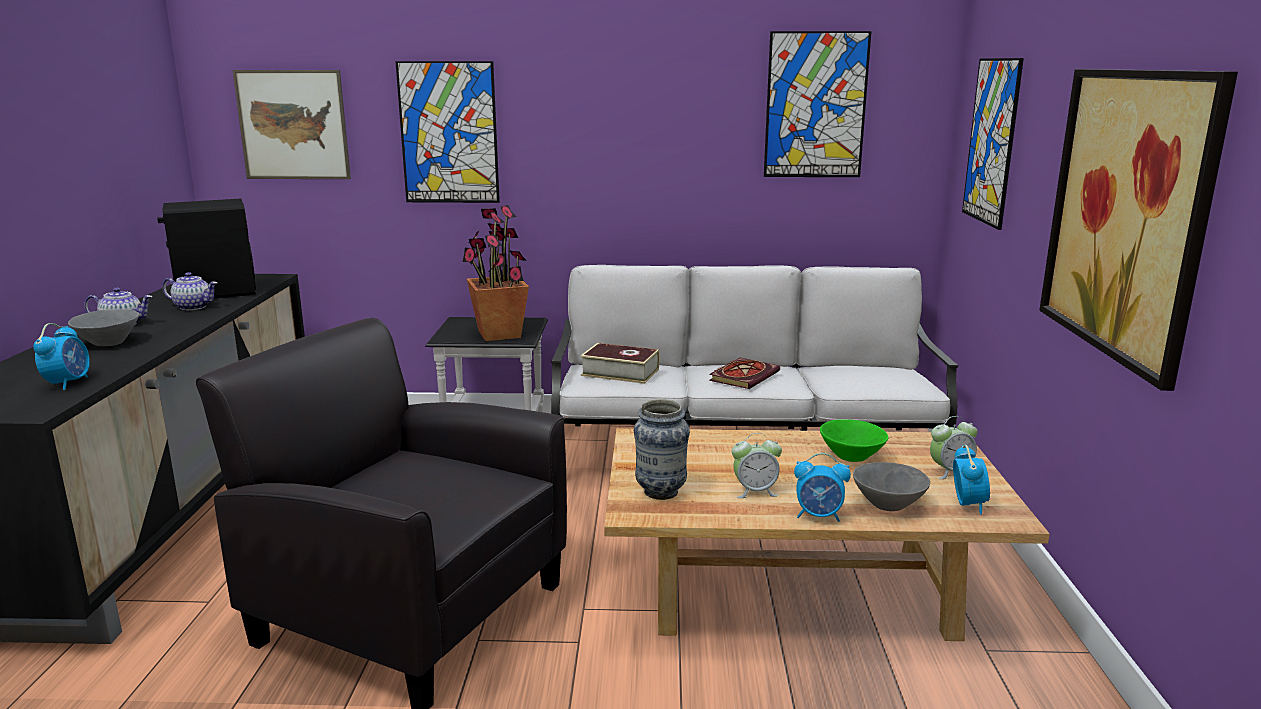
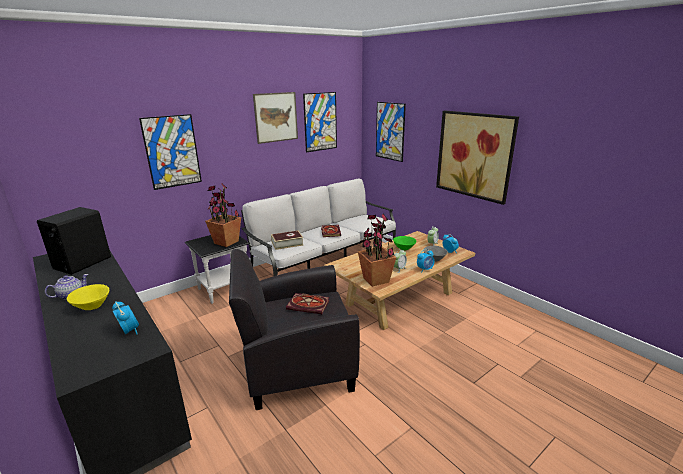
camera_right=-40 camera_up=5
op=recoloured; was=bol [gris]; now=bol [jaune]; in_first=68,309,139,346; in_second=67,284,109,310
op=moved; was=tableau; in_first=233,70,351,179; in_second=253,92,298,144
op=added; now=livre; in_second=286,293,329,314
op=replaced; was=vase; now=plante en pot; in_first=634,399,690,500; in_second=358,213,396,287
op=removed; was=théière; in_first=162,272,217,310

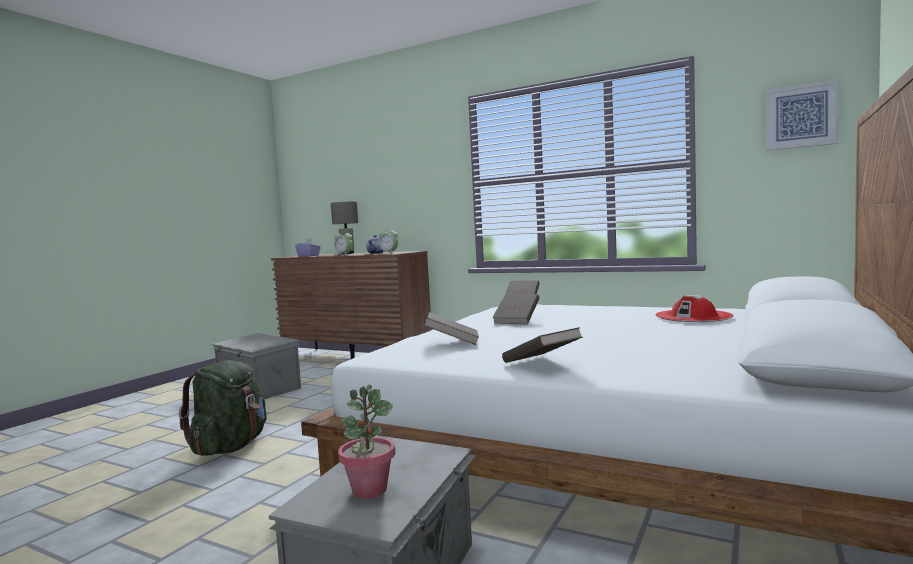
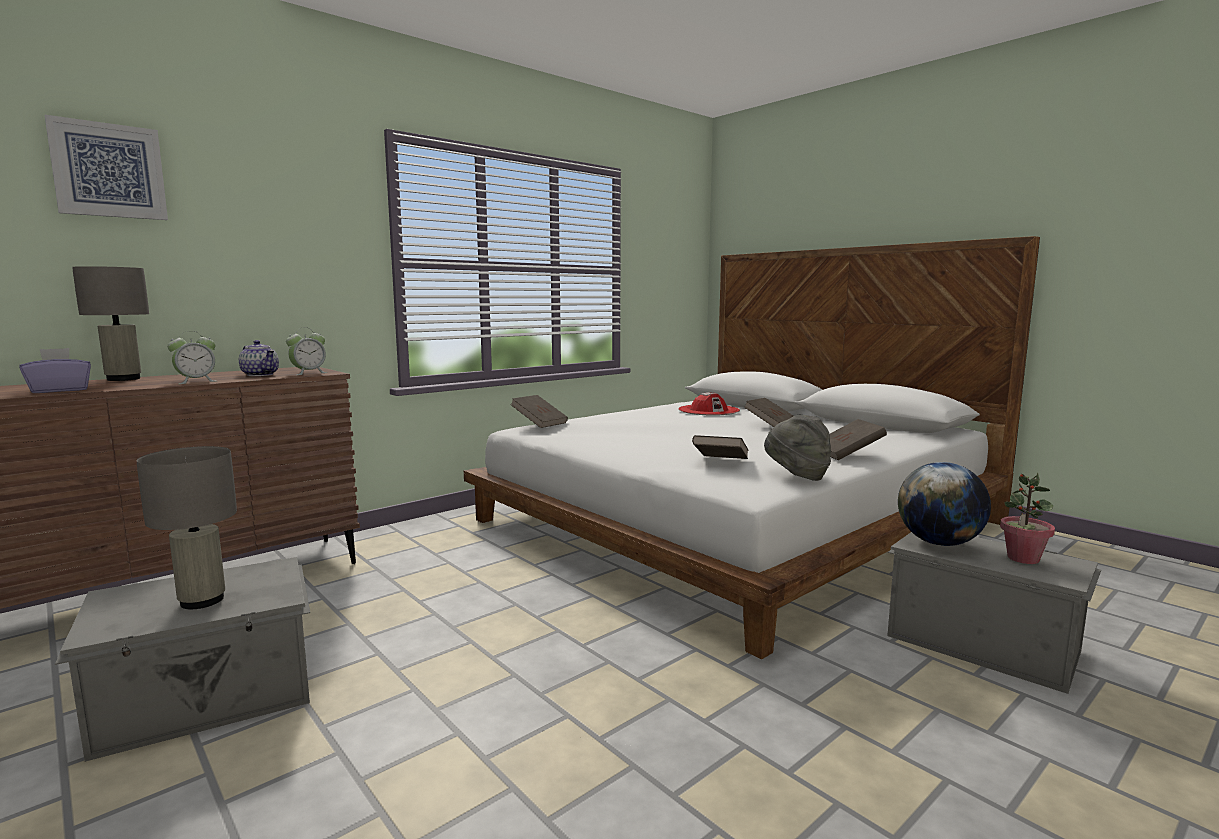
camera_right=-70 camera_up=5
op=moved; was=tableau; in_first=767,79,838,151; in_second=45,115,168,220
op=added; now=lampe de table [gris]; in_second=137,446,237,609
op=moved; was=livre [marron]; in_first=492,294,539,324; in_second=744,398,793,427
op=added; now=chapeau [gris]; in_second=764,415,831,481
op=added; now=globe; in_second=898,462,991,546
op=removed; was=sac à dos [vert]; in_first=179,360,267,456

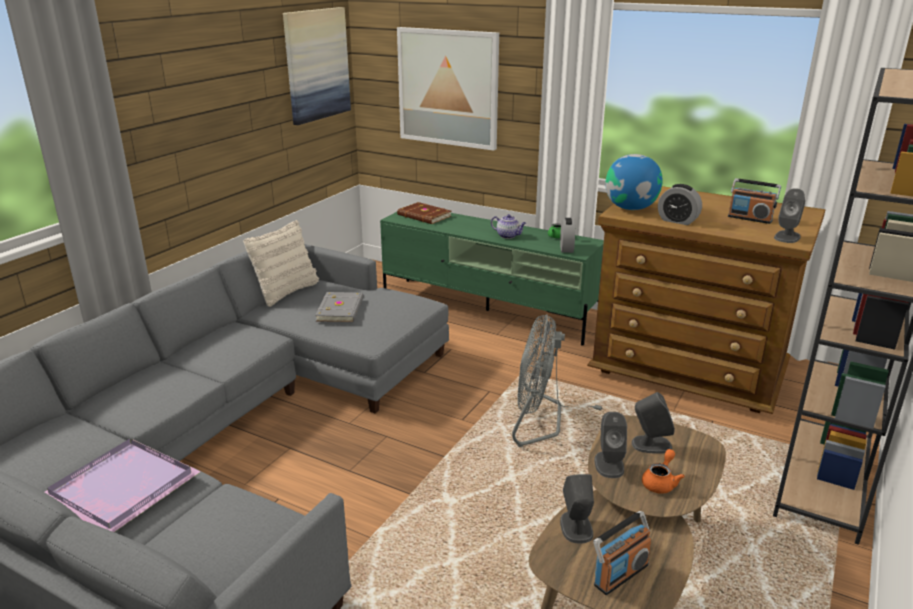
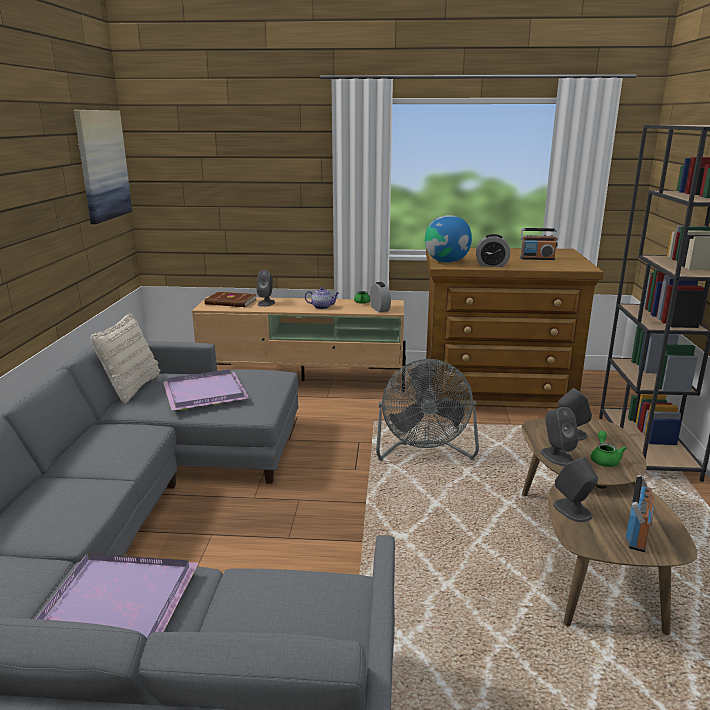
camera_right=-25 camera_up=-5
op=replaced; was=livre [gris]; now=plateau [violet]; in_first=315,292,364,323; in_second=163,369,249,410
op=recoloured; was=meuble télé [vert]; now=meuble télé [beige]; in_first=380,212,604,346; in_second=192,296,406,392
op=moved; was=enceinte [gris]; in_first=774,188,805,243; in_second=256,270,275,307
op=turned; was=ventilateur [gris]; in_first=512,314,604,447; in_second=376,359,479,461; clockwise=-75
op=recoloured; was=théière [orange]; now=théière [vert]; in_first=642,449,685,494; in_second=591,431,627,467
op=removed; was=tableau; in_first=397,27,499,151

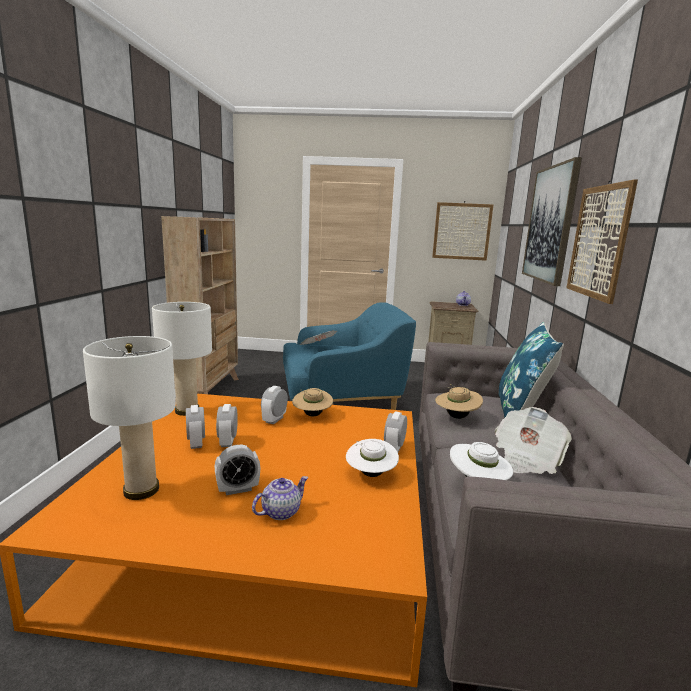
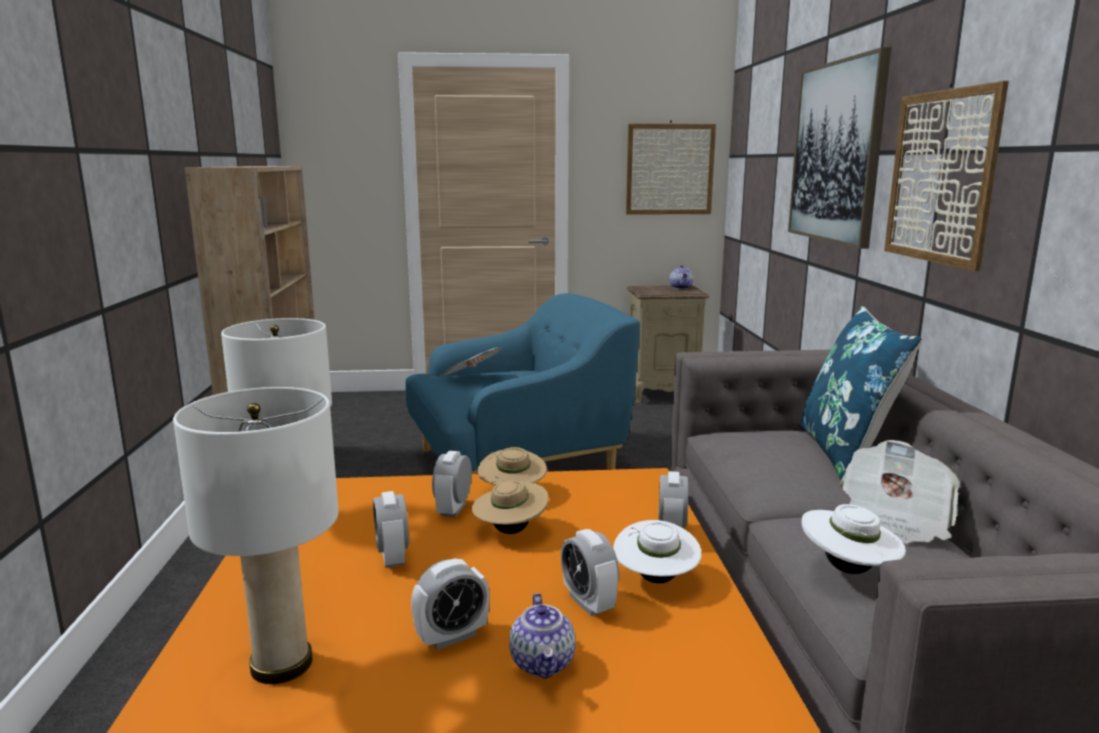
camera_right=-10 camera_up=0
op=moved; was=chapeau [beige]; in_first=435,384,483,419; in_second=472,477,549,534
op=turned; was=théière; in_first=252,476,308,520; in_second=509,593,576,679; clockwise=135
op=moved; was=réveil; in_first=186,405,205,449; in_second=561,529,619,616

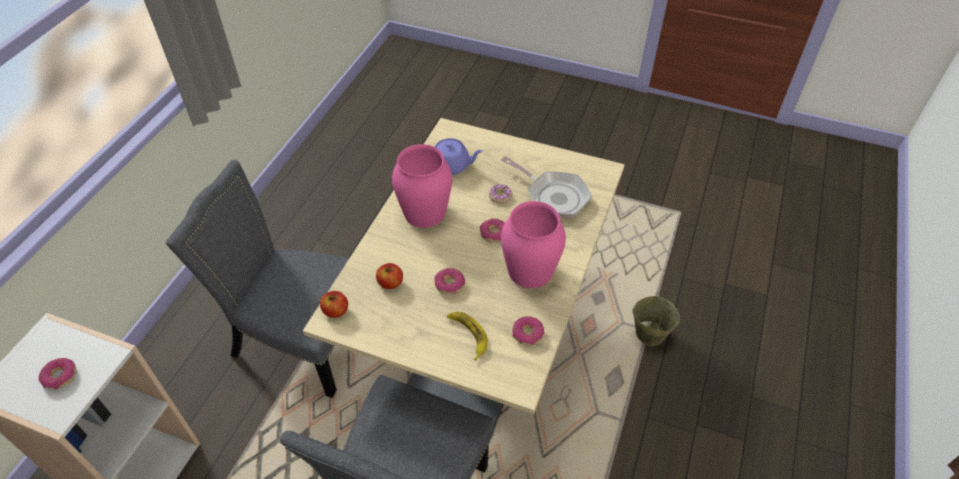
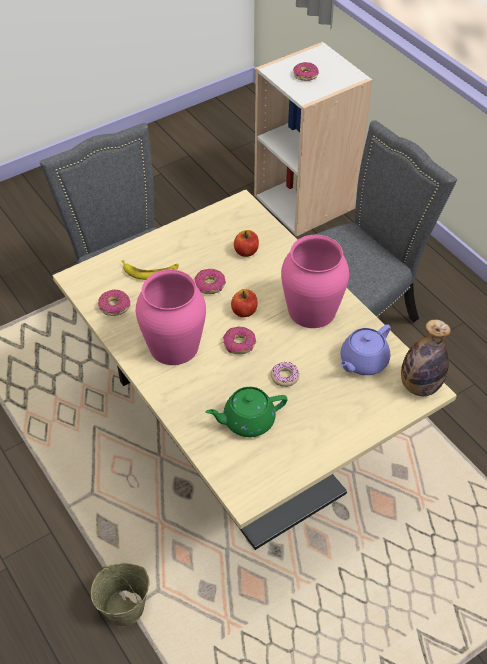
camera_right=125 camera_up=0
op=replaced; was=poêle; now=théière [vert]; in_first=501,156,592,218; in_second=206,387,287,437
op=moved; was=pomme; in_first=320,291,348,318; in_second=231,289,258,317
op=added; now=bouteille; in_second=401,319,451,396

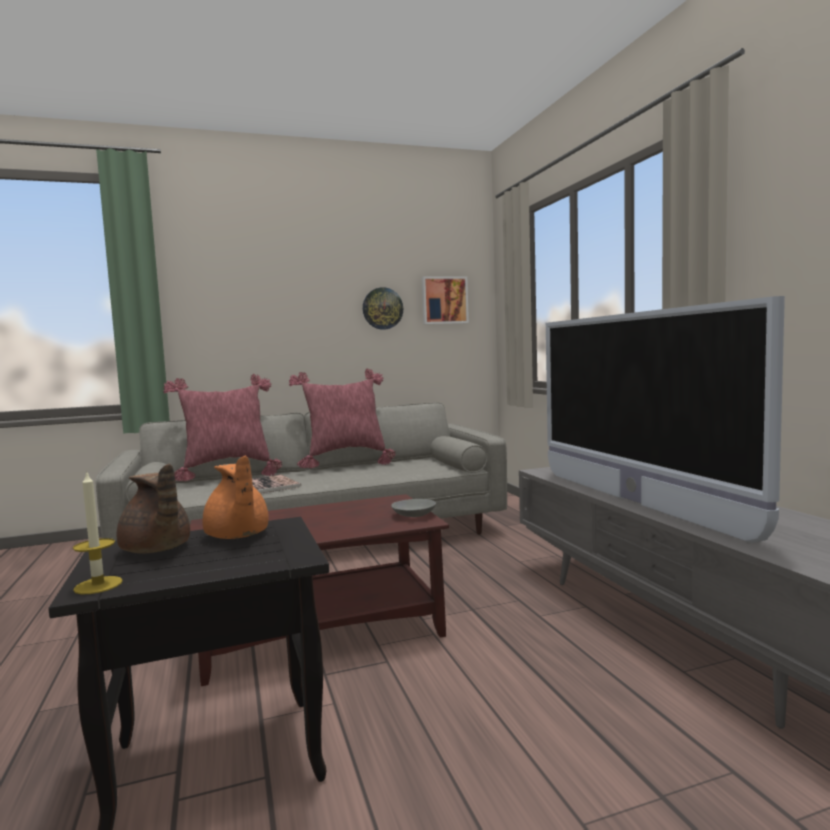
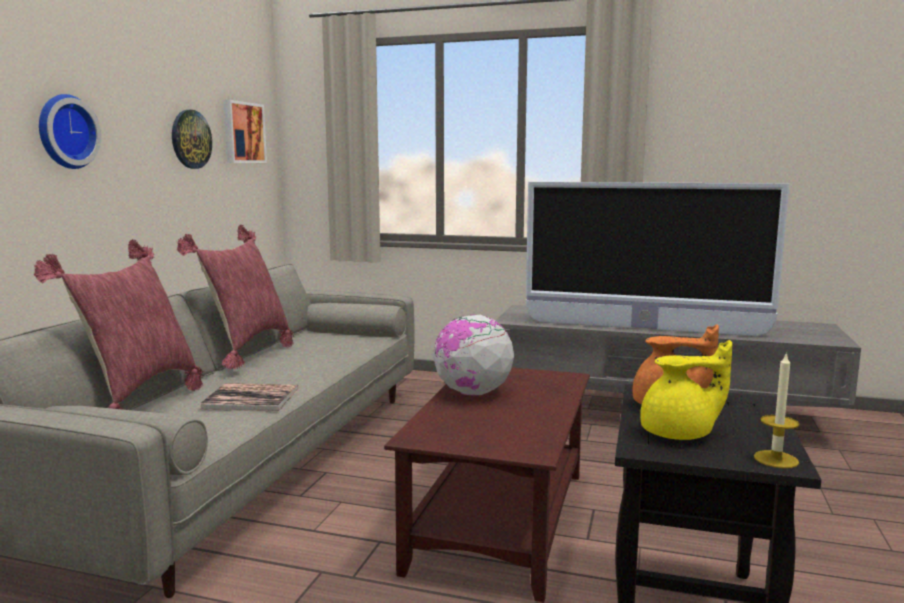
camera_right=-55 camera_up=5
op=added; now=horloge murale; in_second=39,94,101,169
op=added; now=globe; in_second=433,315,514,396
op=recoloured; was=théière [marron]; now=théière [jaune]; in_first=117,464,190,553; in_second=640,340,732,440
op=removed; was=bol [gris]; in_first=391,499,436,517

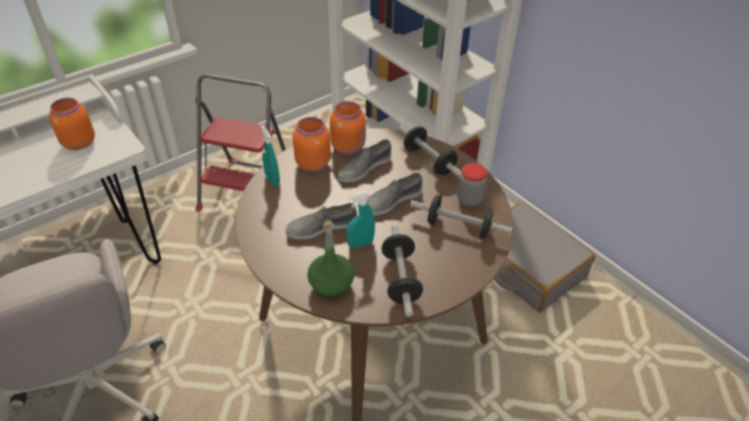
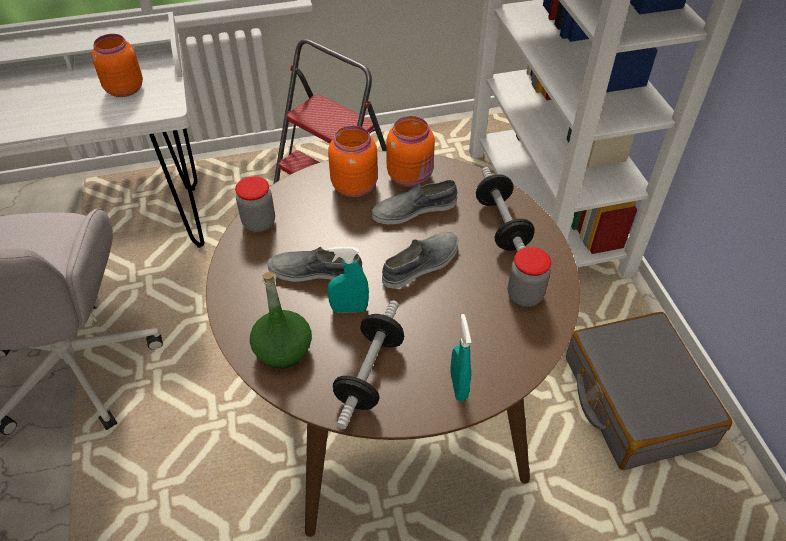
camera_right=25 camera_up=5
op=added; now=bocal; in_second=235,176,275,232
op=turned; was=chaussure [gris]; in_first=366,173,423,216; in_second=382,232,458,289; clockwise=150
op=moved; was=vaporisateur [turquoise]; in_first=261,125,280,186; in_second=451,314,472,401
op=removed; was=haltère; in_first=410,195,512,239

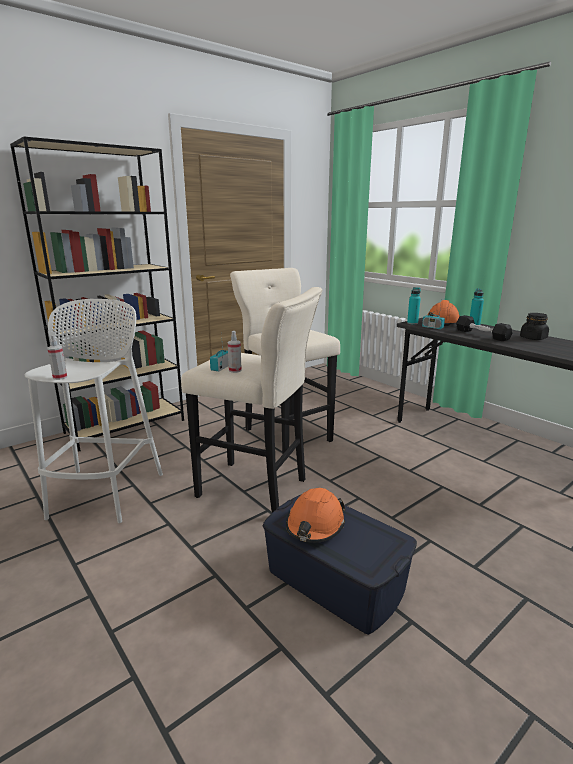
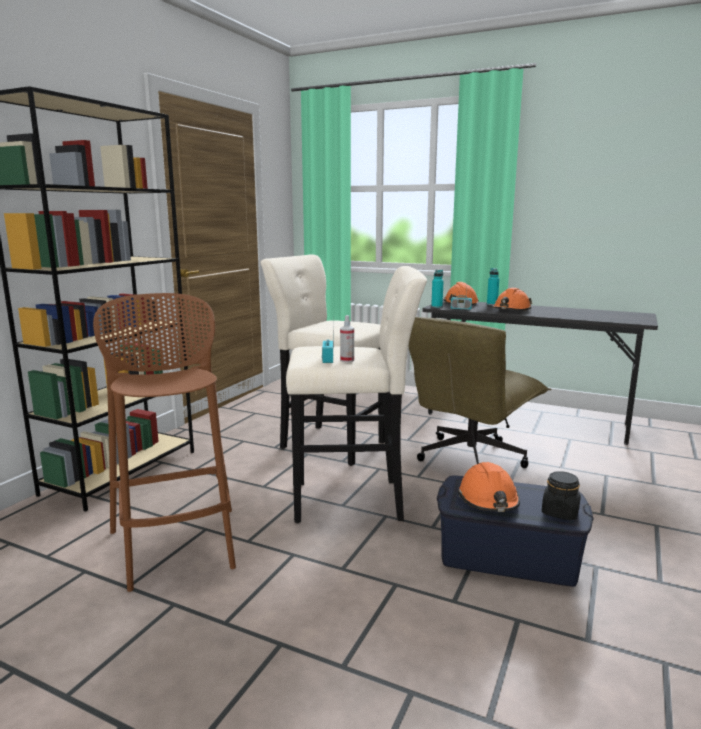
camera_right=-25 camera_up=-5
op=recoloured; was=tabouret [blanc]; now=tabouret [marron]; in_first=25,299,163,523; in_second=93,293,236,592
op=added; now=chaise de bureau [beige]; in_second=408,317,552,468
op=replaced; was=haltère [noir]; now=casque de chantier [orange]; in_first=456,315,512,341; in_second=492,288,532,311
op=moved; was=bocal [noir]; in_first=520,313,549,340; in_second=542,471,581,520
op=removed; was=vaporisateur; in_first=47,335,67,380

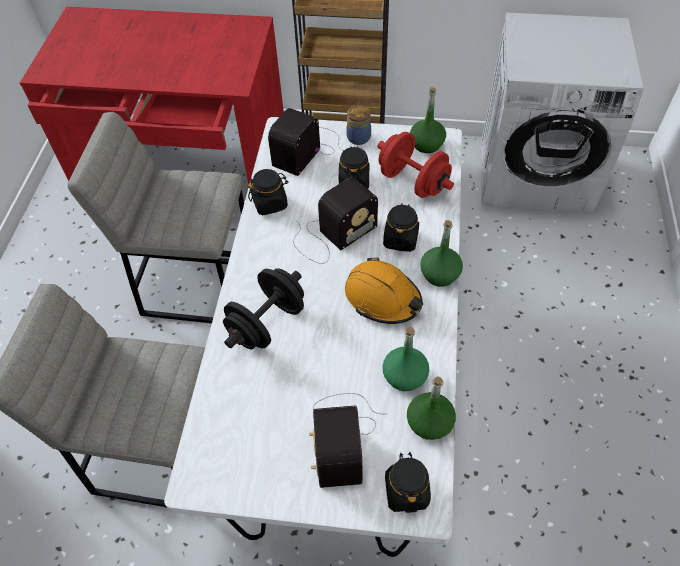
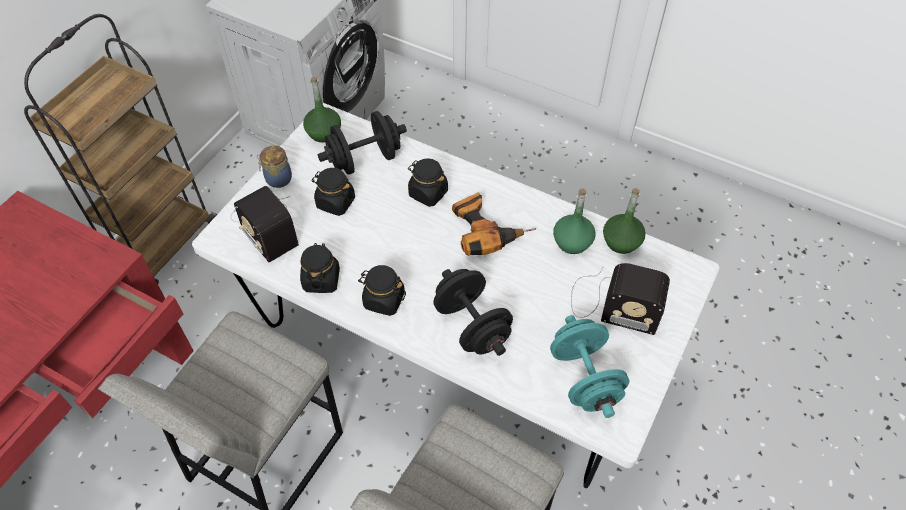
camera_right=-70 camera_up=0
op=recoloured; was=haltère [rouge]; now=haltère [noir]; in_first=377,132,454,198; in_second=318,111,407,175
op=moved; was=bocal [noir]; in_first=385,452,431,513; in_second=358,265,406,316
op=replaced; was=casque de chantier [orange]; now=perceuse; in_first=345,257,423,324; in_second=452,193,536,256
op=added; now=haltère [turquoise]; in_second=550,315,629,418
op=removed; was=radio; in_first=293,177,378,264
op=removed; was=bouteille [vert]; in_first=420,220,463,287

